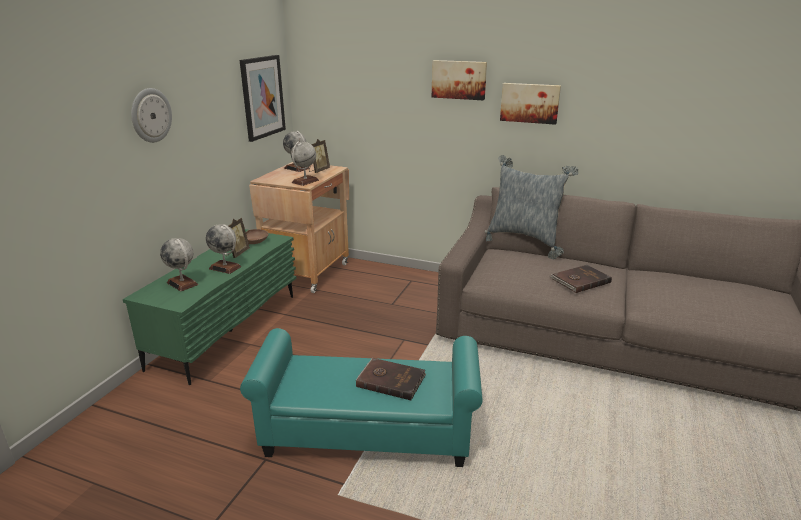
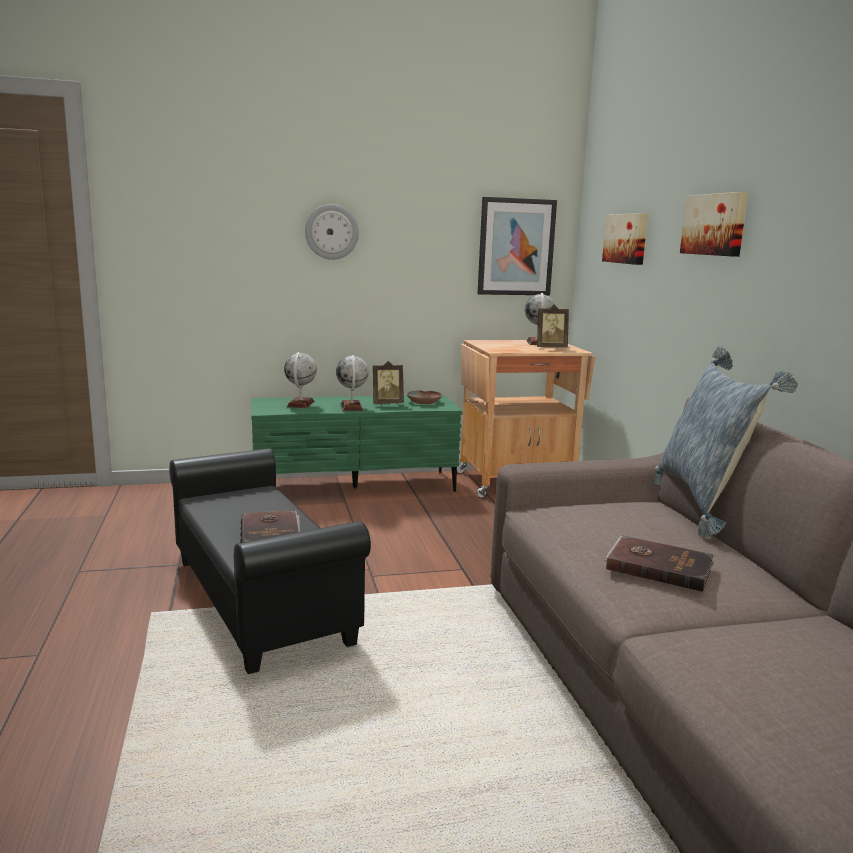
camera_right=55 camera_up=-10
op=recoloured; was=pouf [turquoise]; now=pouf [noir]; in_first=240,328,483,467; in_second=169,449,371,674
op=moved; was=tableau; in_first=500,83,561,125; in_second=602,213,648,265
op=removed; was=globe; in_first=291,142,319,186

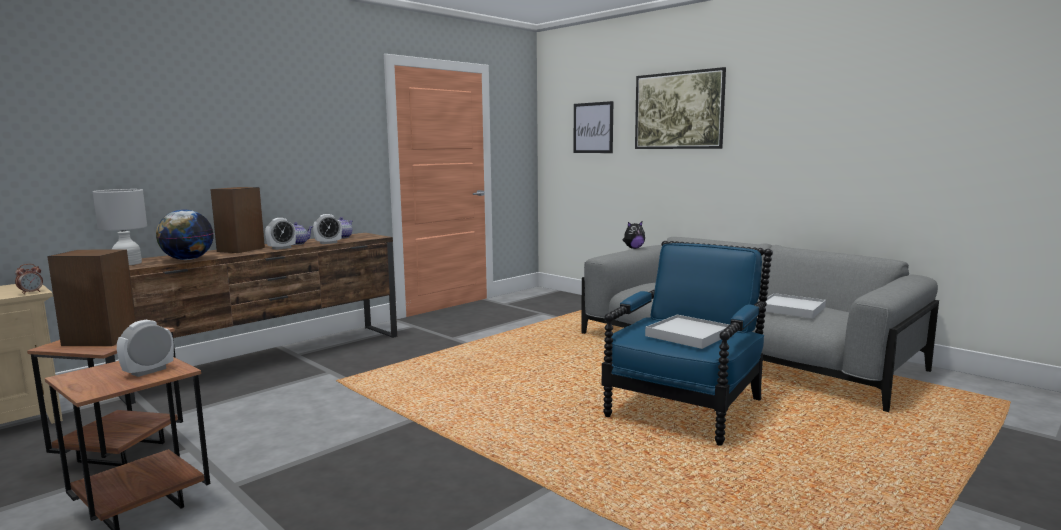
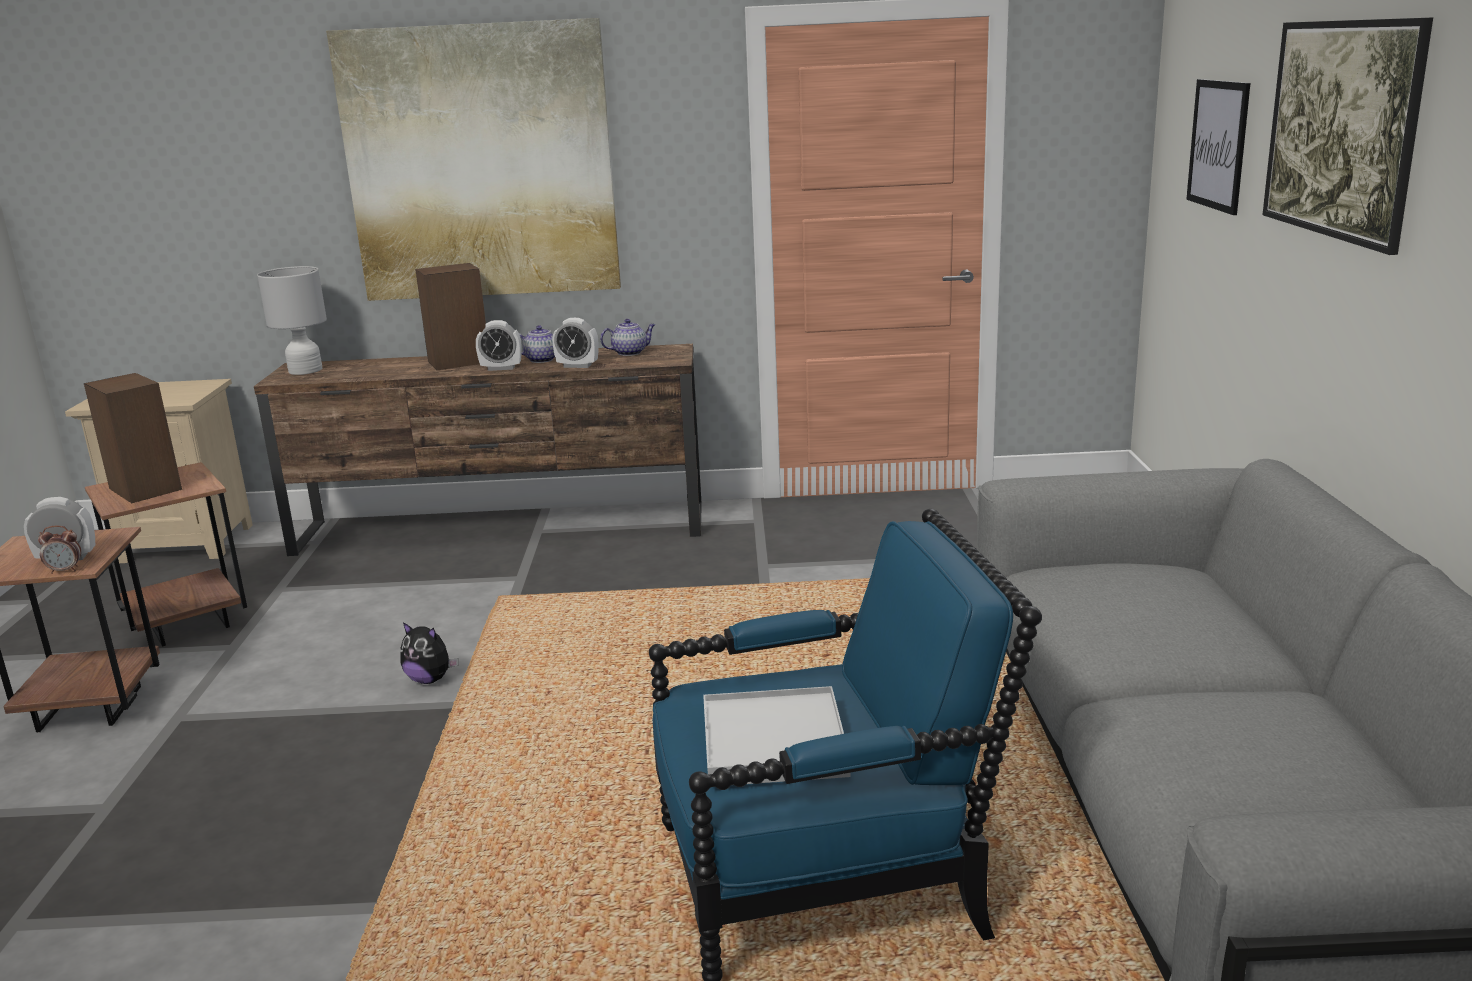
camera_right=45 camera_up=10
op=moved; was=réveil; in_first=15,264,43,294; in_second=38,525,81,574
op=added; now=tableau; in_second=326,18,621,301
op=moved; was=peluche; in_first=623,222,645,249; in_second=400,622,458,684
op=removed; was=globe; in_first=156,210,213,260
op=removed; was=plateau [blanc]; in_first=765,293,826,319

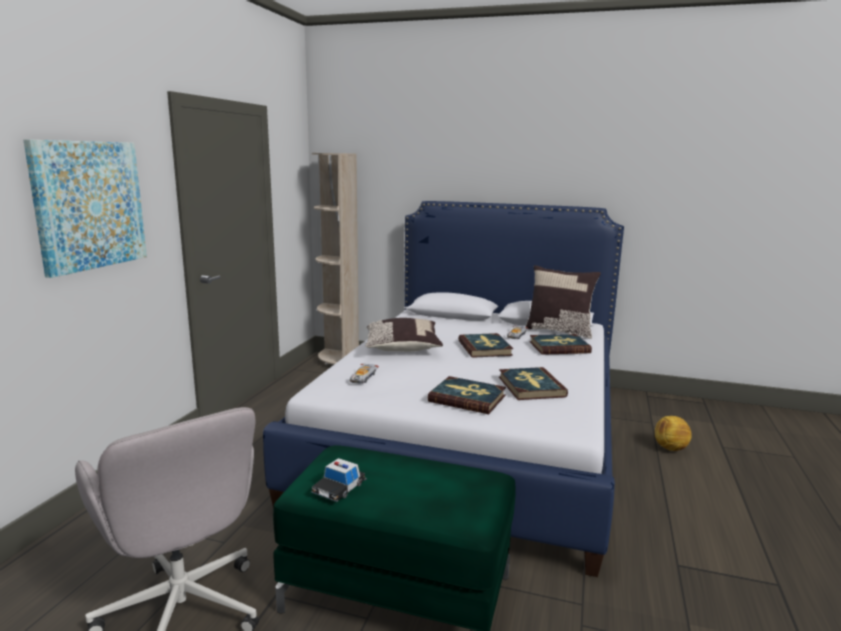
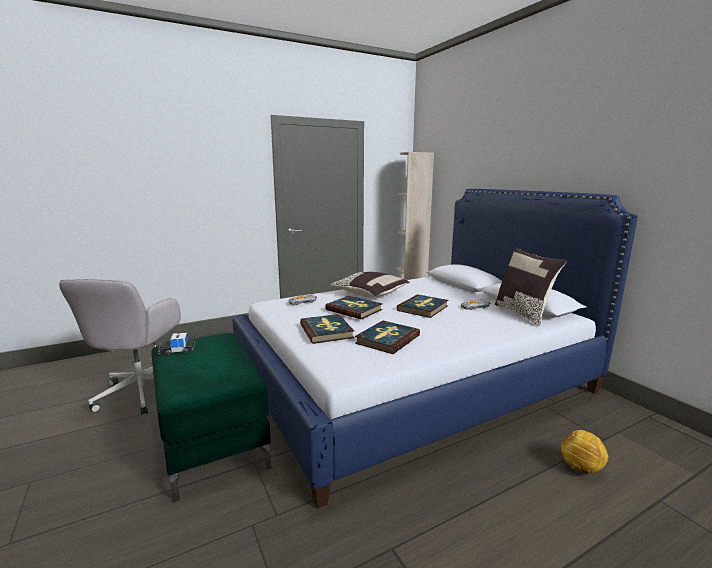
camera_right=45 camera_up=0
op=moved; was=livre; in_first=529,334,592,355; in_second=325,296,383,320
op=removed; was=tableau; in_first=24,139,147,278

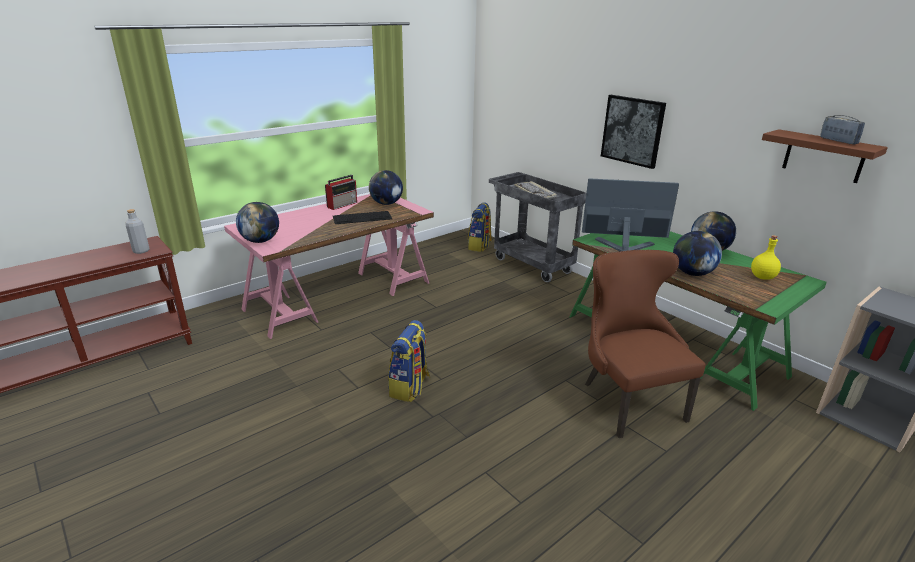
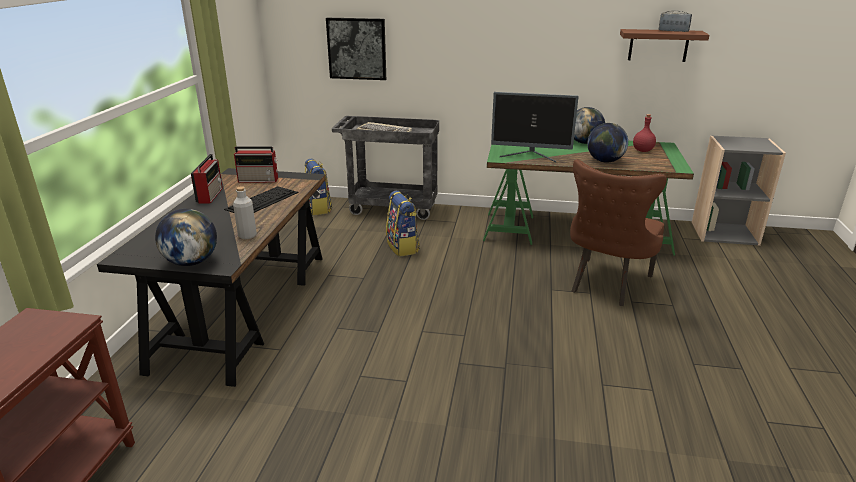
camera_right=-40 camera_up=0
op=recoloured; was=bureau [rose]; now=bureau [noir]; in_first=224,194,434,339; in_second=97,168,326,387
op=moved; was=bouteille [gris]; in_first=125,209,150,254; in_second=233,186,257,239
op=replaced; was=globe; now=radio; in_first=369,170,403,205; in_second=234,146,278,182
op=moved; was=tableau; in_first=601,95,666,169; in_second=326,18,386,80
op=moved; was=sac à dos; in_first=388,320,430,402; in_second=386,191,420,257
op=turned; was=écran d'ordinateur; in_first=582,178,679,251; in_second=491,92,579,162; clockwise=-135
op=turned; was=chaise [marron]; in_first=585,250,705,438; in_second=570,159,667,306; clockwise=-90
op=recoloured; was=bouteille [jaune]; now=bouteille [rouge]; in_first=751,235,781,280; in_second=633,114,656,152

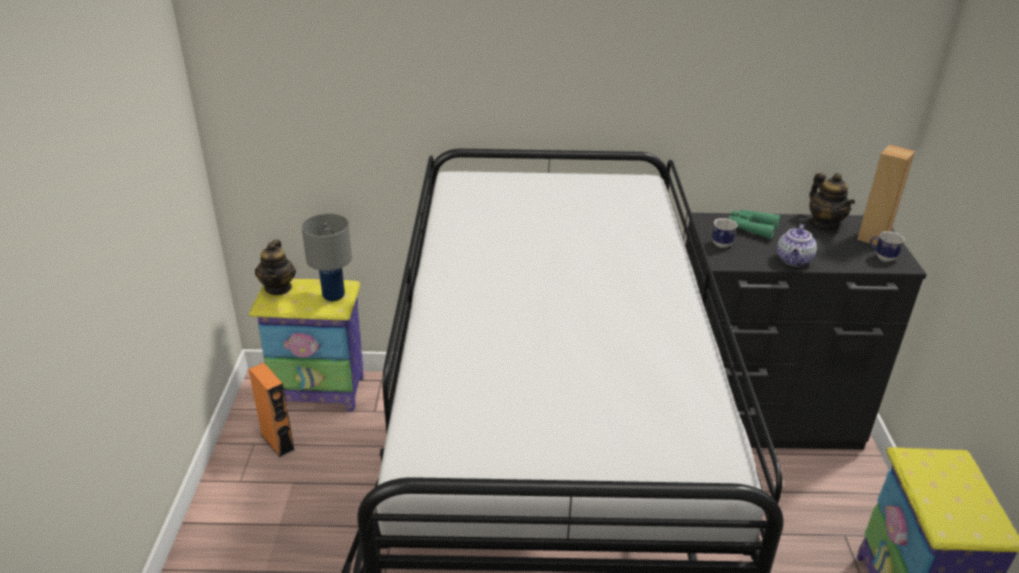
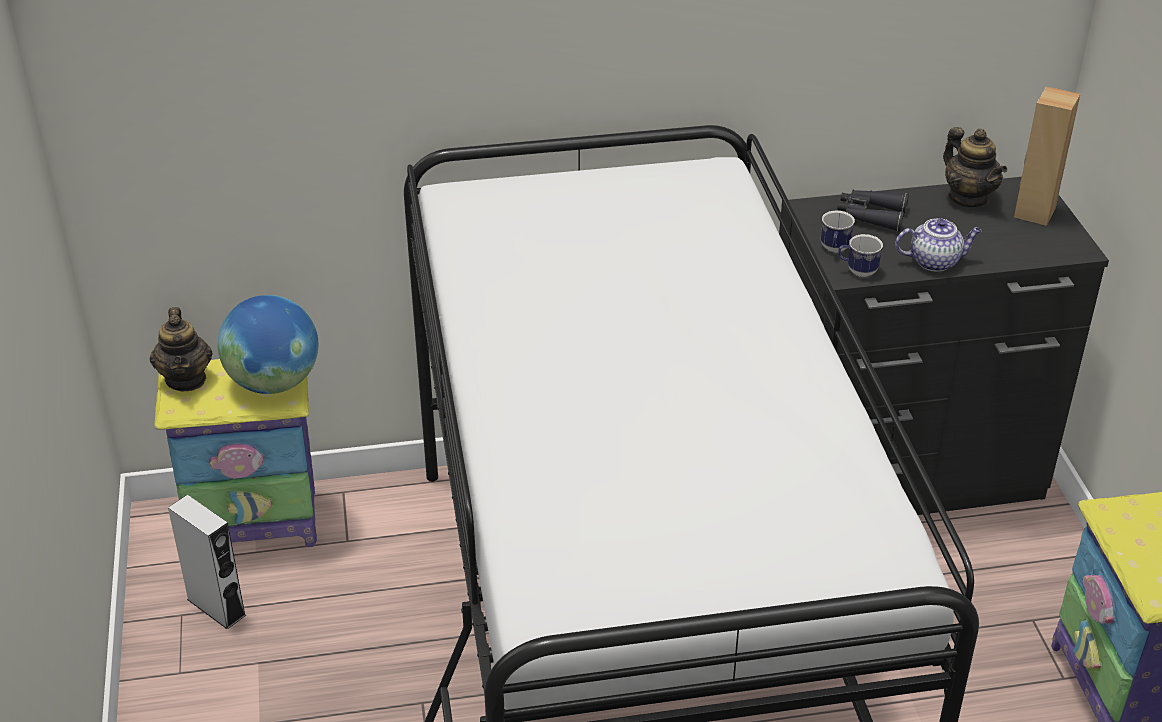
camera_right=-10 camera_up=5
op=recoloured; was=enceinte [orange]; now=enceinte [gris]; in_first=249,363,295,457; in_second=168,495,246,629
op=replaced; was=lampe de table [gris]; now=globe; in_first=301,213,352,301; in_second=218,295,319,394
op=recoloured; was=jumelles [vert]; now=jumelles [noir]; in_first=728,209,781,239; in_second=837,189,909,232
op=moved; was=mug; in_first=870,231,905,262; in_second=838,234,883,277
op=turned; was=théière; in_first=777,224,817,266; in_second=895,218,982,271; clockwise=-105

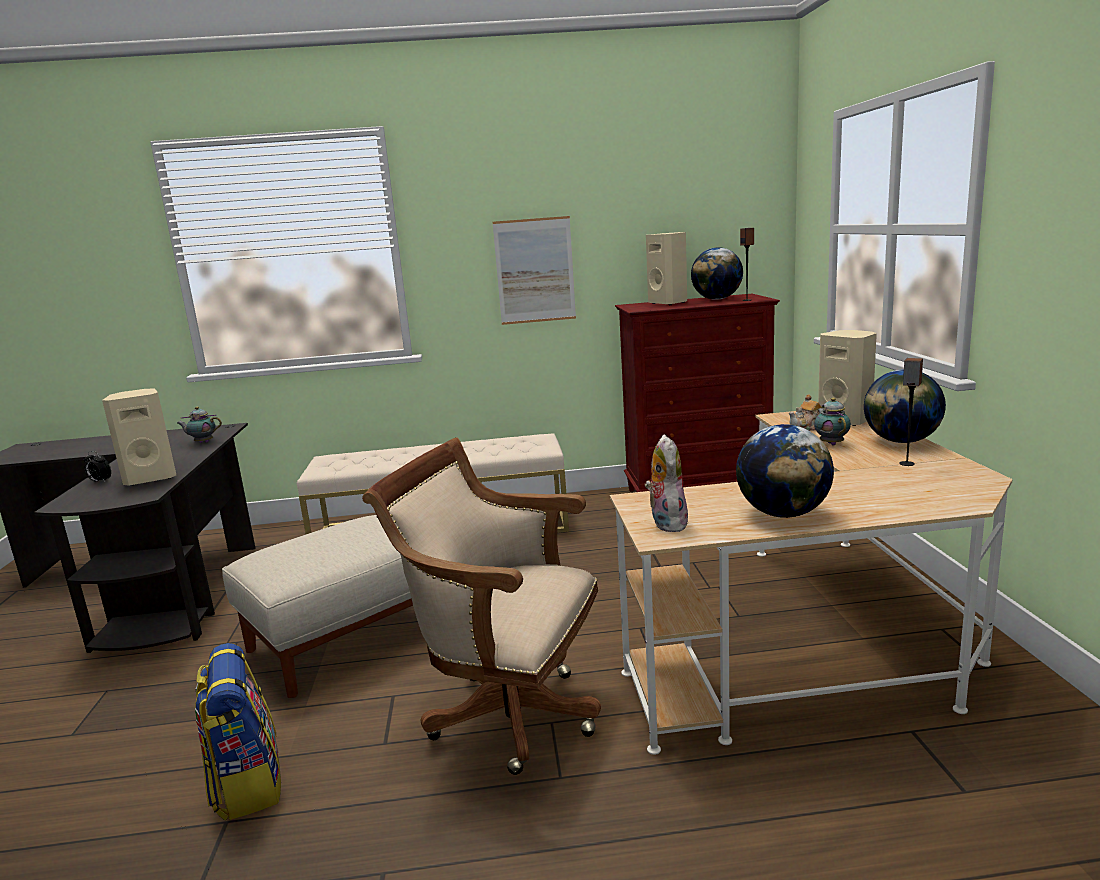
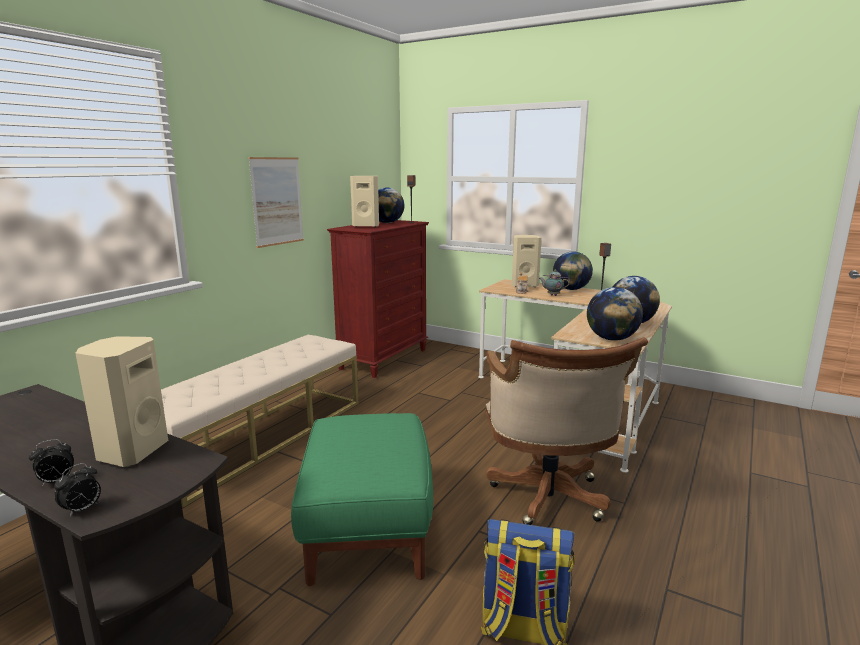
camera_right=-55 camera_up=0
op=added; now=réveil; in_second=54,463,101,517
op=recoloured; was=pouf [beige]; now=pouf [vert]; in_first=222,515,413,698; in_second=291,413,433,586
op=turned; was=chaise de bureau; in_first=362,437,601,775; in_second=485,337,648,525; clockwise=-60
op=replaced; was=peluche; now=globe; in_first=645,435,688,532; in_second=587,287,643,341
op=removed; was=théière; in_first=177,407,222,443

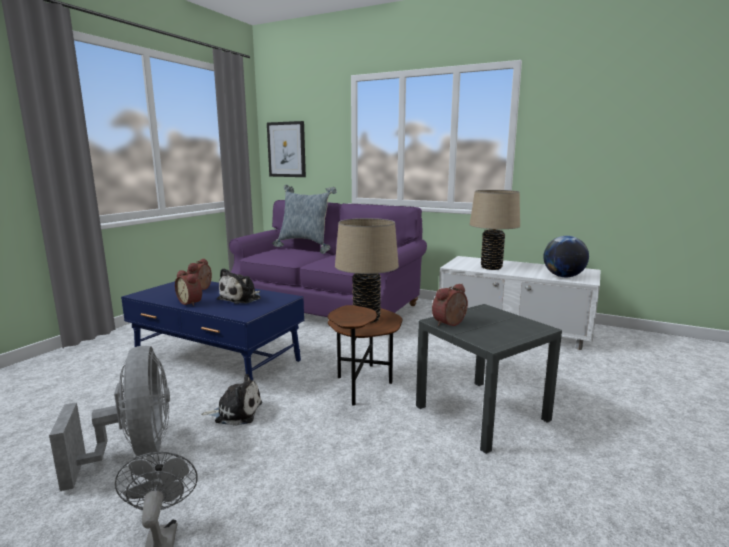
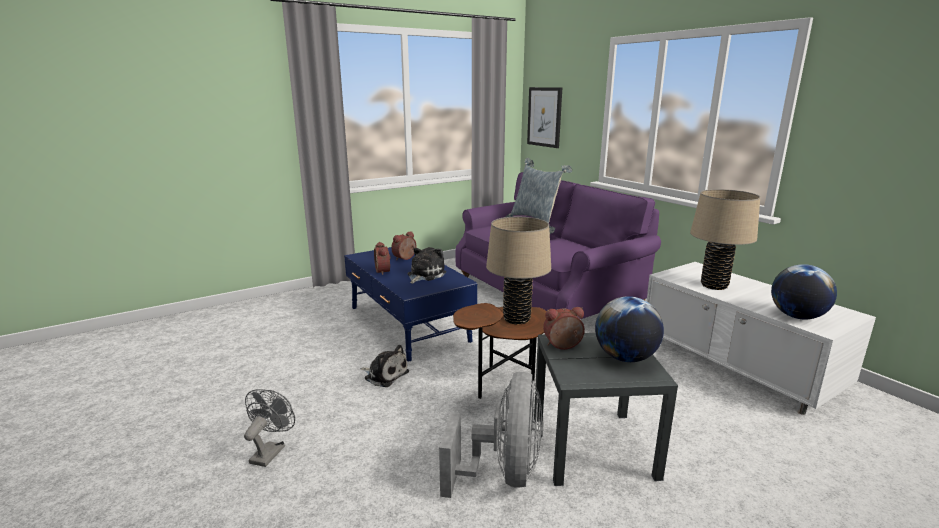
camera_right=30 camera_up=5
op=turned; was=peluche; in_first=217,268,261,304; in_second=408,247,446,284; clockwise=150
op=moved; was=ventilateur [gris]; in_first=49,346,170,491; in_second=439,372,544,498
op=added; now=globe; in_second=595,296,664,362

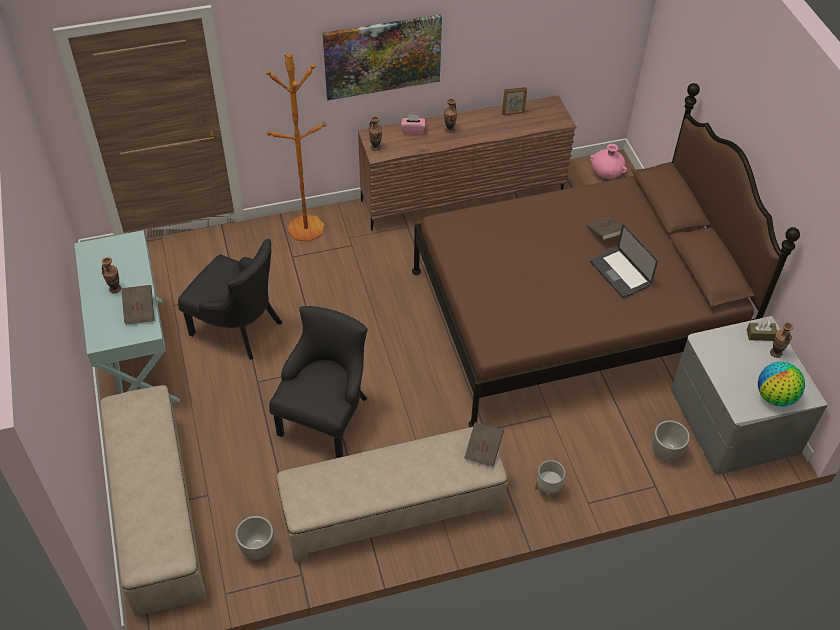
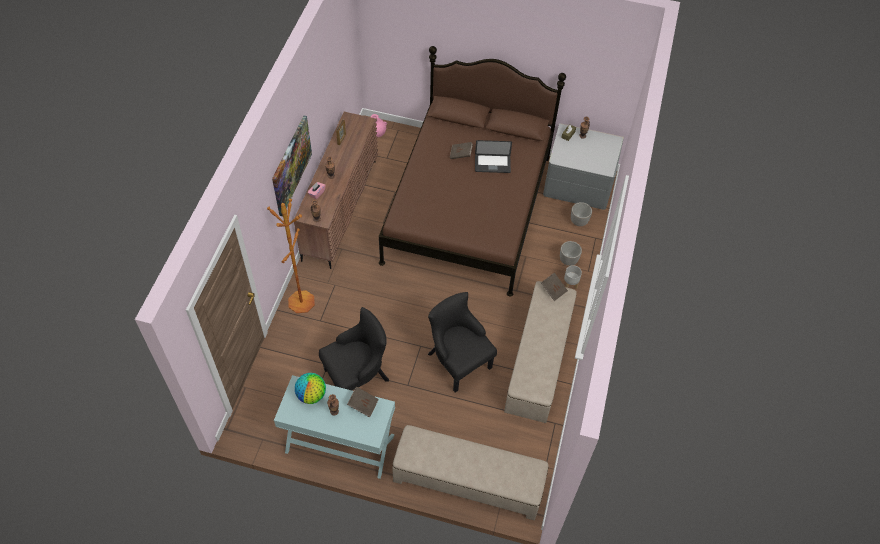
camera_right=-60 camera_up=5
op=moved; was=globe; in_first=758,362,805,407; in_second=295,373,326,404
op=moved; was=cache-pot; in_first=235,516,274,560; in_second=560,241,582,266

